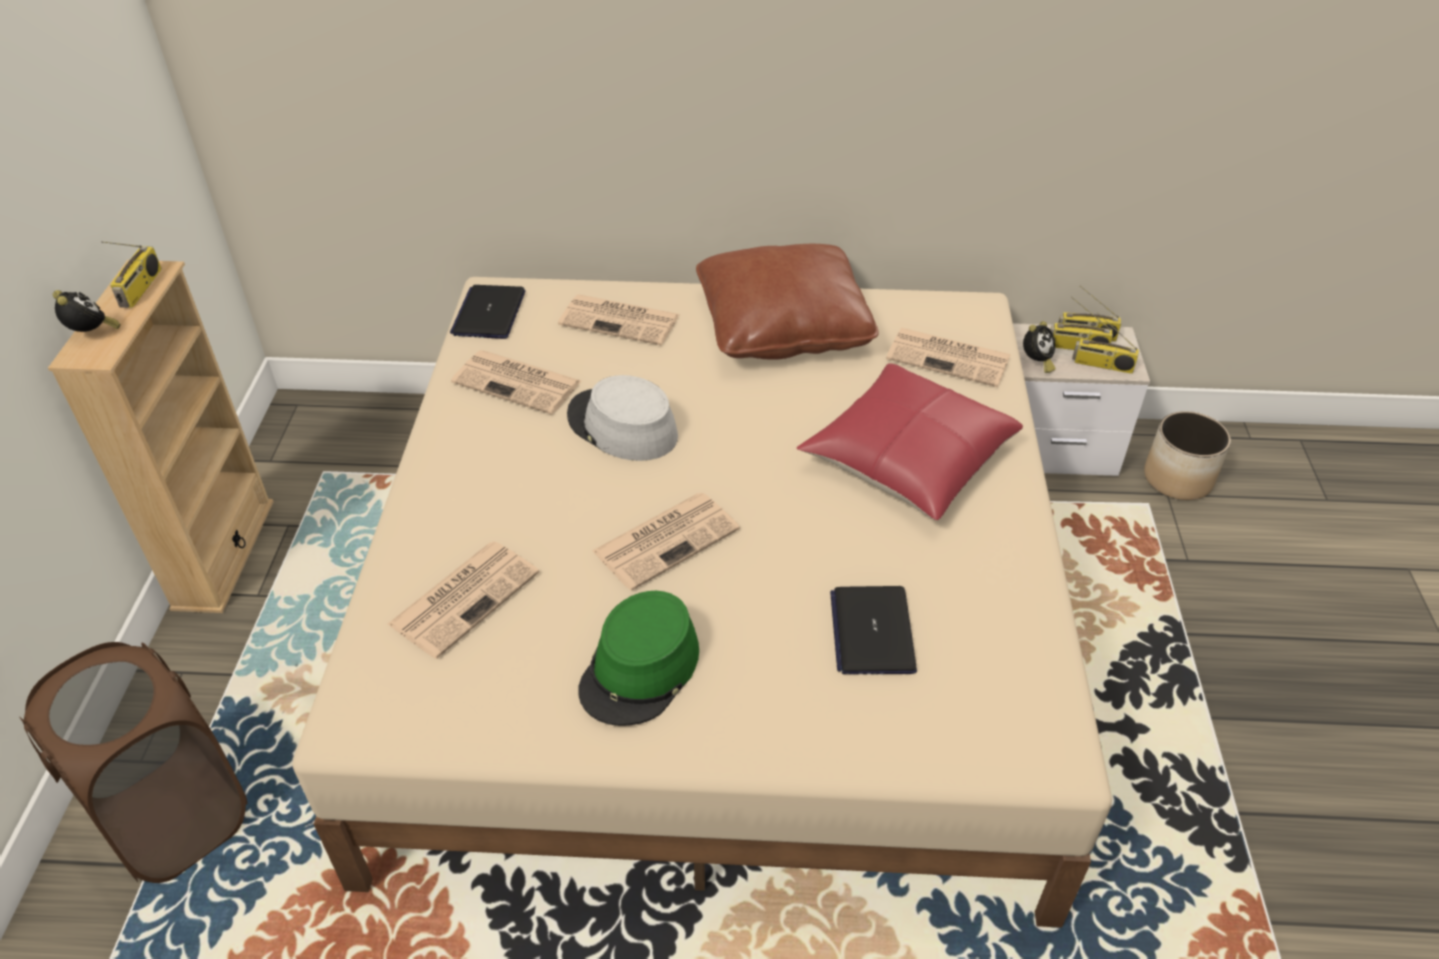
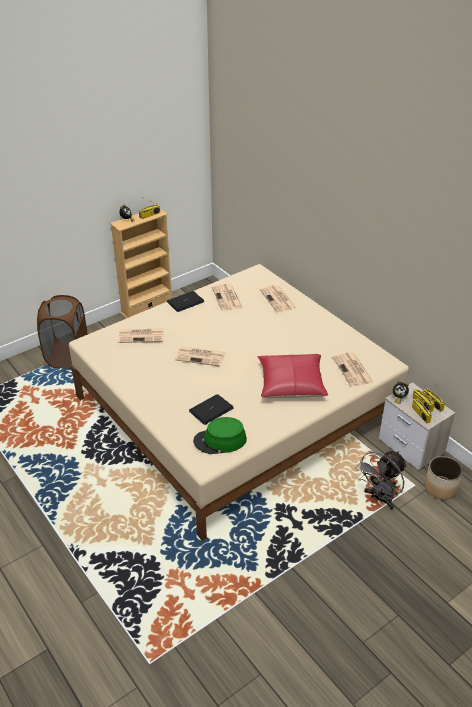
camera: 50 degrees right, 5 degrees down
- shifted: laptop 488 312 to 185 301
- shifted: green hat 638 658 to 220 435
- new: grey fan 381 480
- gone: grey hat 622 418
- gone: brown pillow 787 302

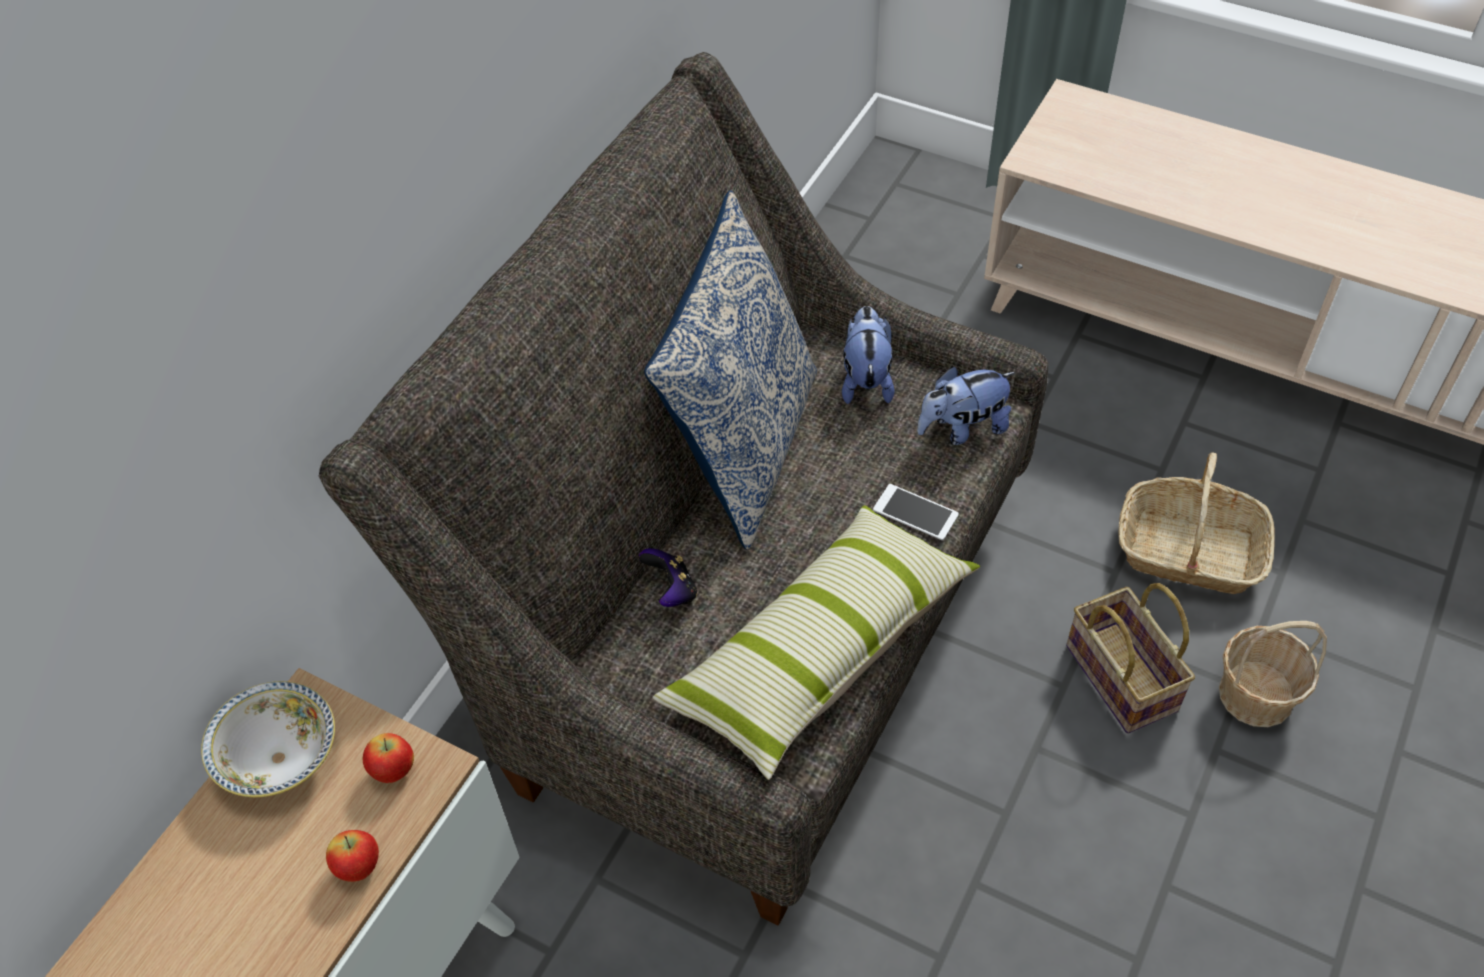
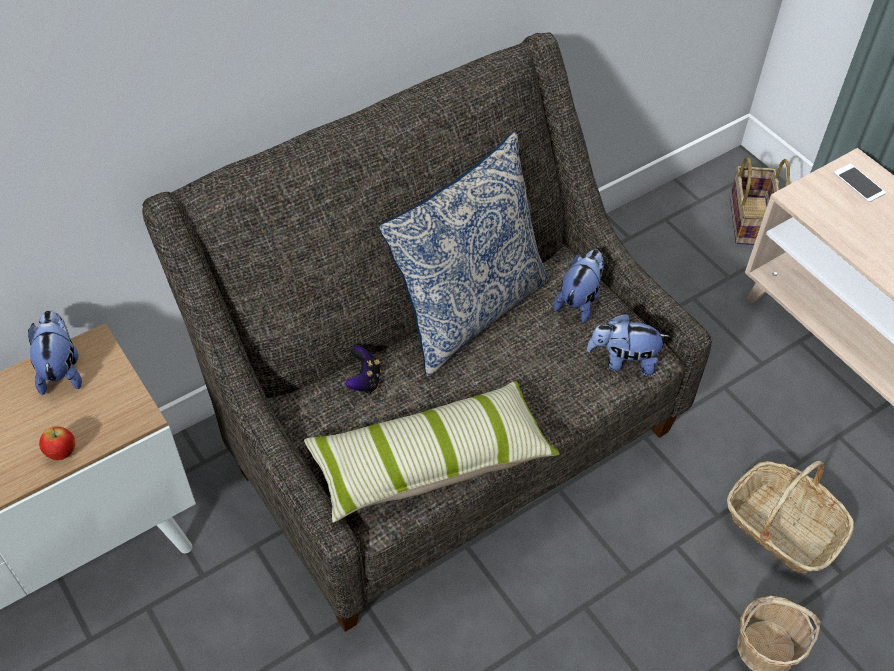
camera: 25 degrees right, 0 degrees up
- swapped: bowl 268 739 to plush toy 55 352
- shifted: basket 1130 658 to 760 201
- shifted: phone 916 512 to 860 183
- gone: apple 388 758

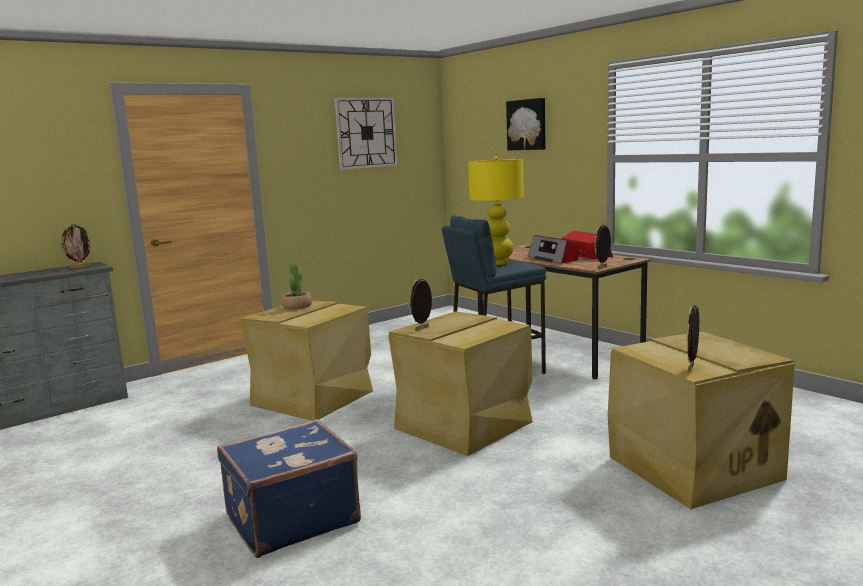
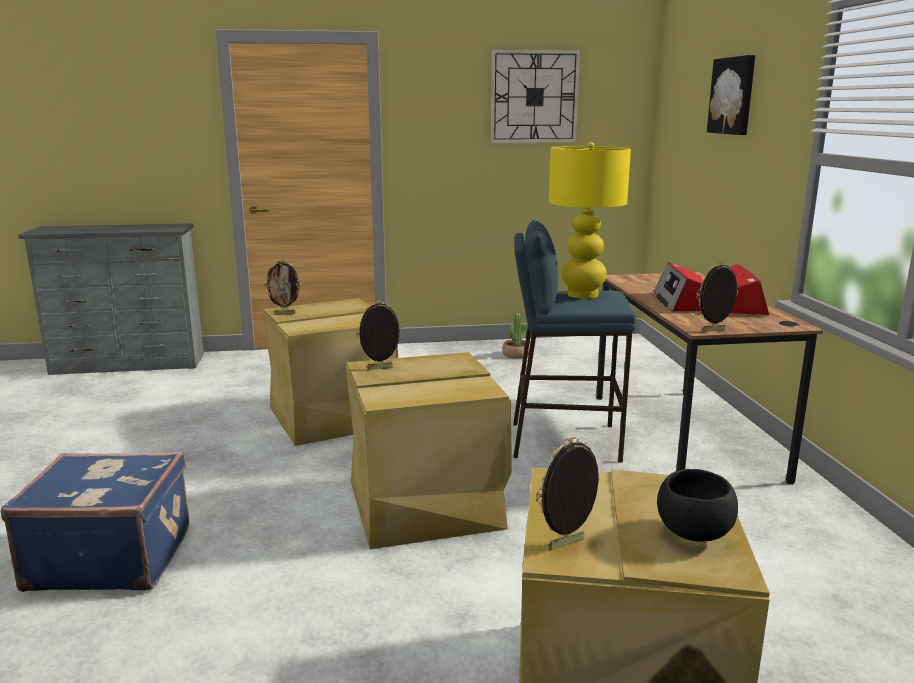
camera: 30 degrees right, 5 degrees up
- shifted: picture frame 76 246 to 283 287
- shifted: potted plant 296 285 to 516 336
- new: black bowl 697 505

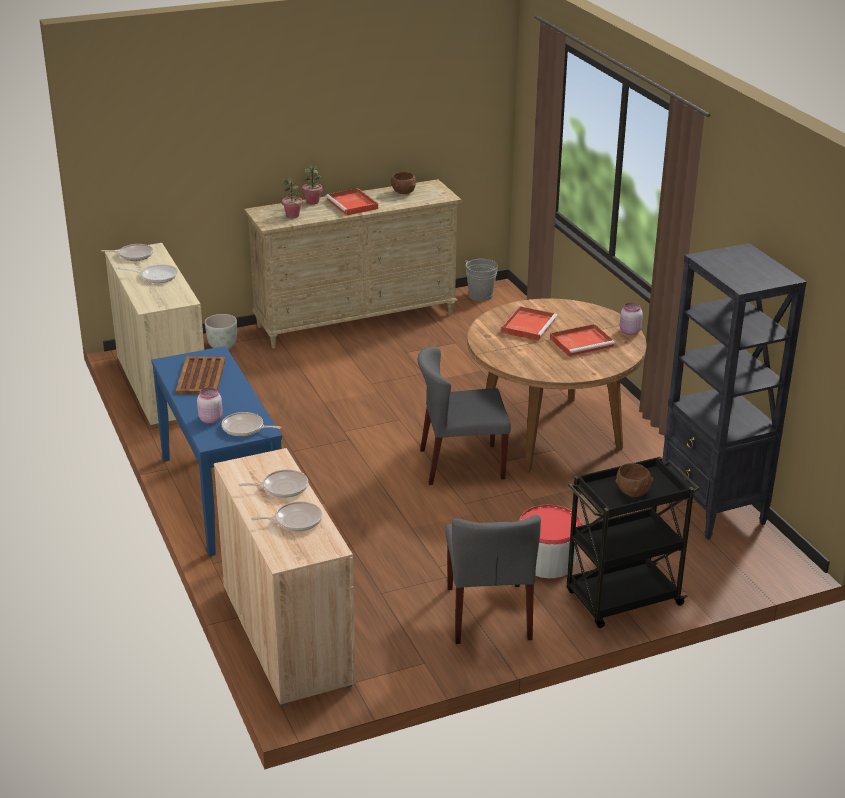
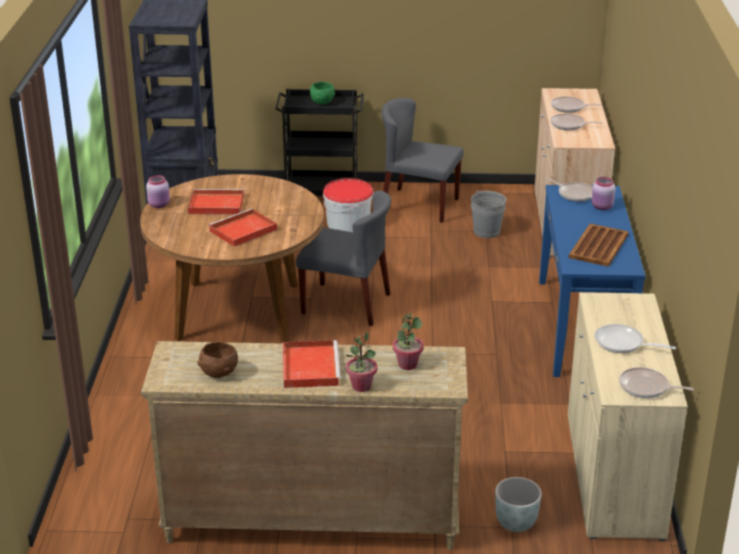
camera: 155 degrees left, 0 degrees up
- repainted: brown bowl 634 480 to green bowl 322 93
- rotated: grey chair 493 579 = 423 160 90 degrees counterclockwise
- shifted: grey bucket 481 280 to 488 214

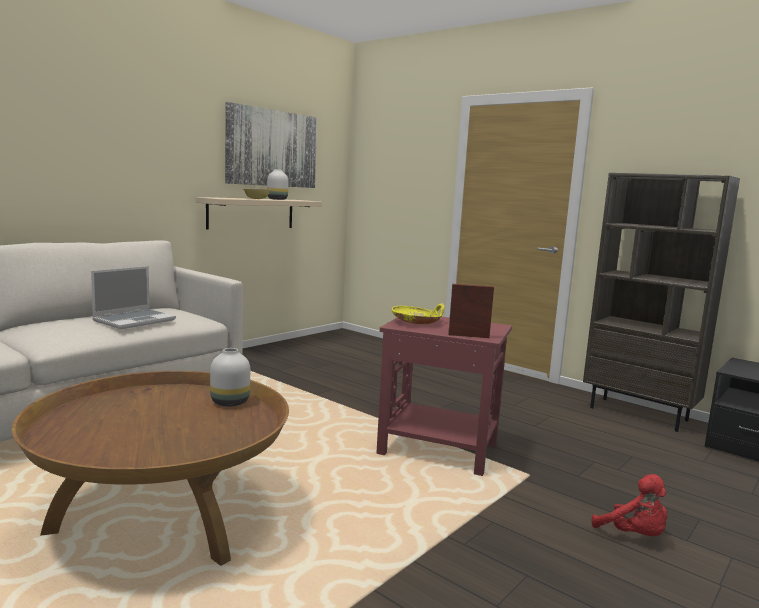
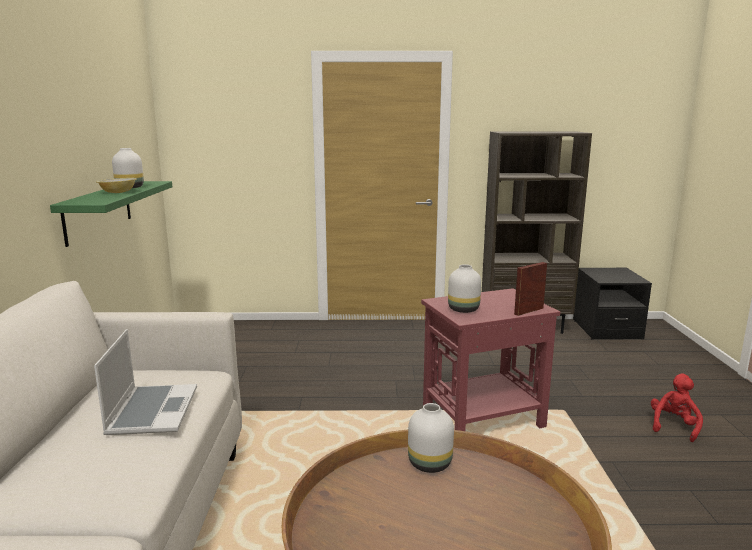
camera: 40 degrees left, 5 degrees up
- repainted: beige shelf 258 213 to green shelf 111 214
- swapped: yellow bowl 418 314 to white vase 464 288
- rotated: red plush toy 629 505 = 677 407 75 degrees counterclockwise
- gone: picture 271 145

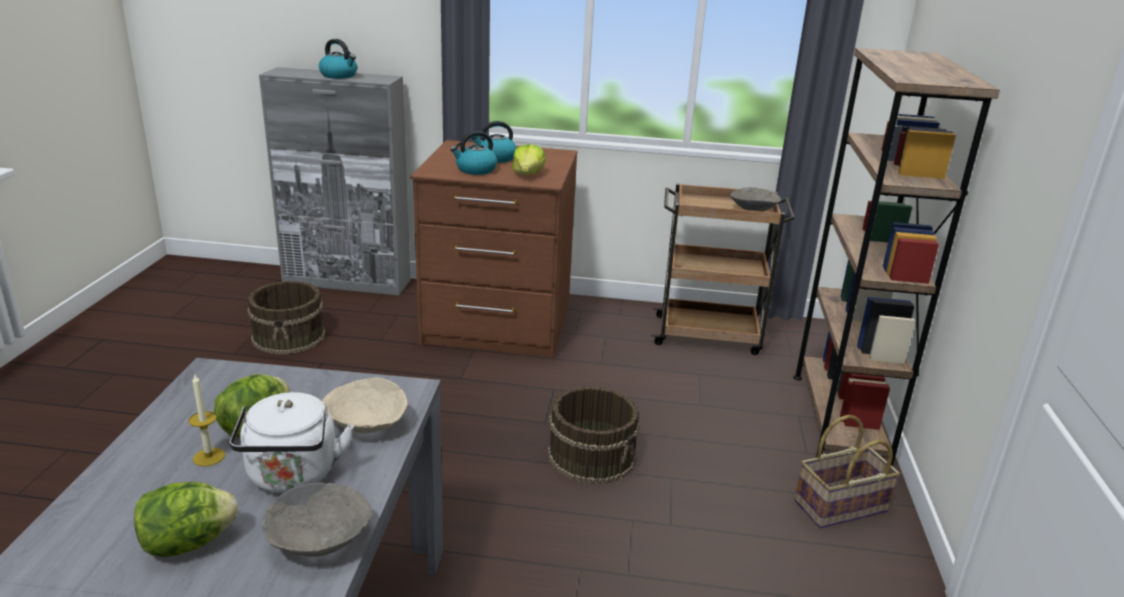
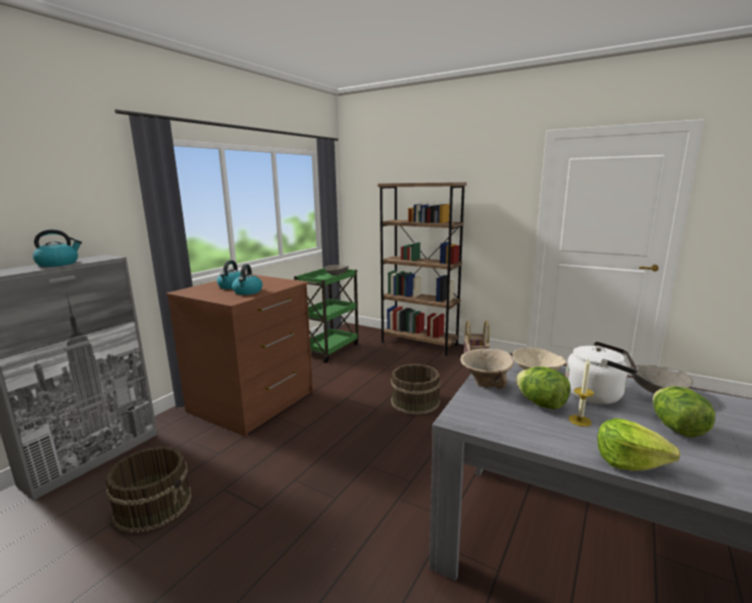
camera: 65 degrees left, 10 degrees down
- repainted: brown cart 723 269 to green cart 326 315
- new: beige bowl 487 369
- shifted: lettuce 529 159 to 638 444

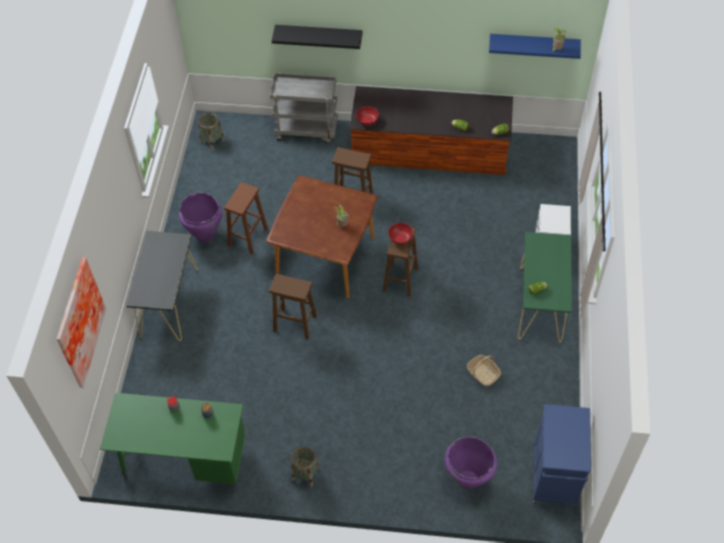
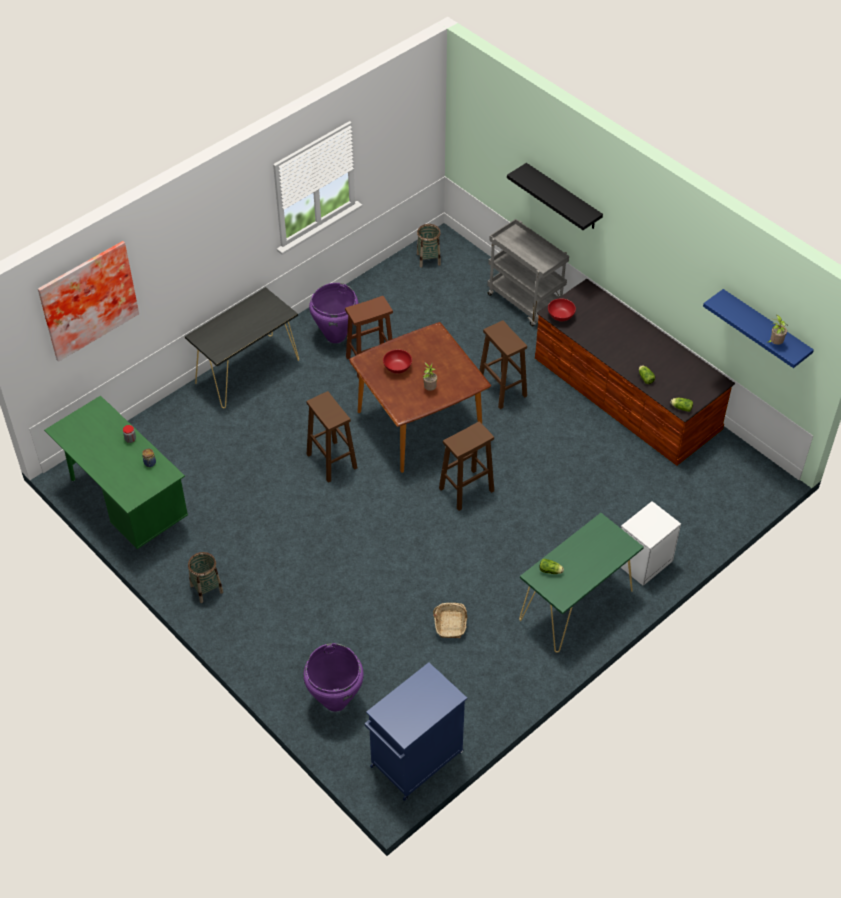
camera: 40 degrees right, 5 degrees down
- shifted: red bowl 400 233 to 397 361

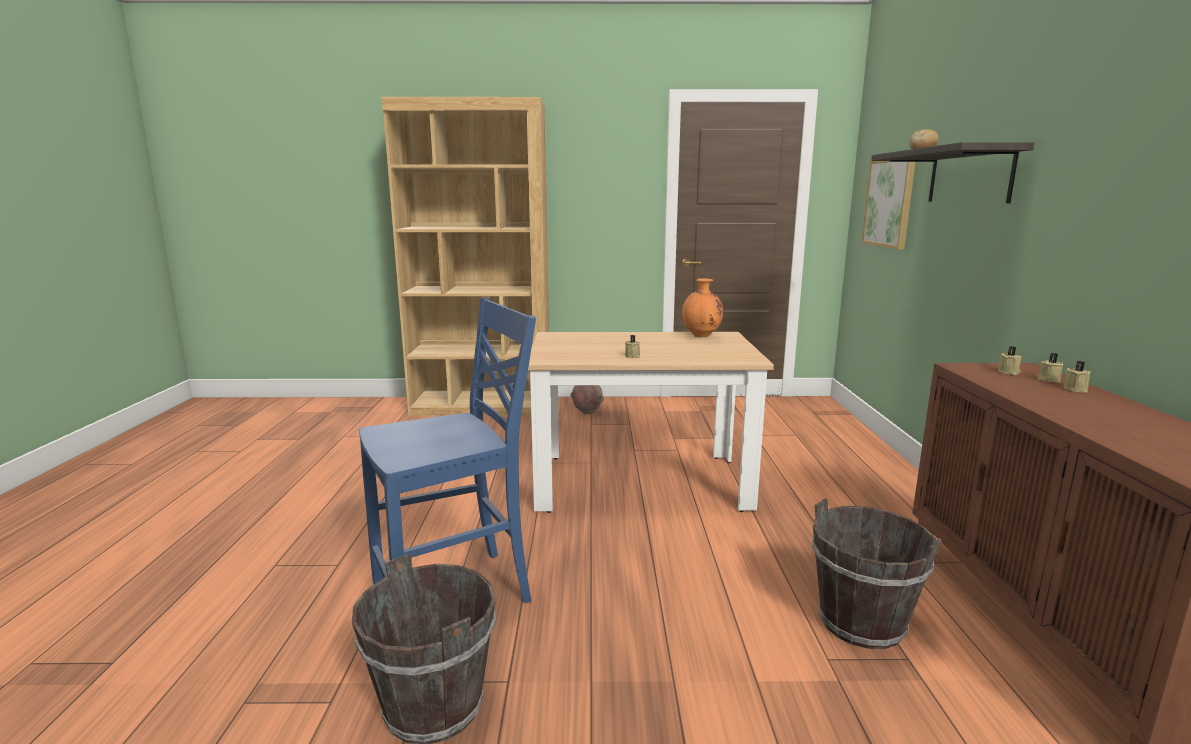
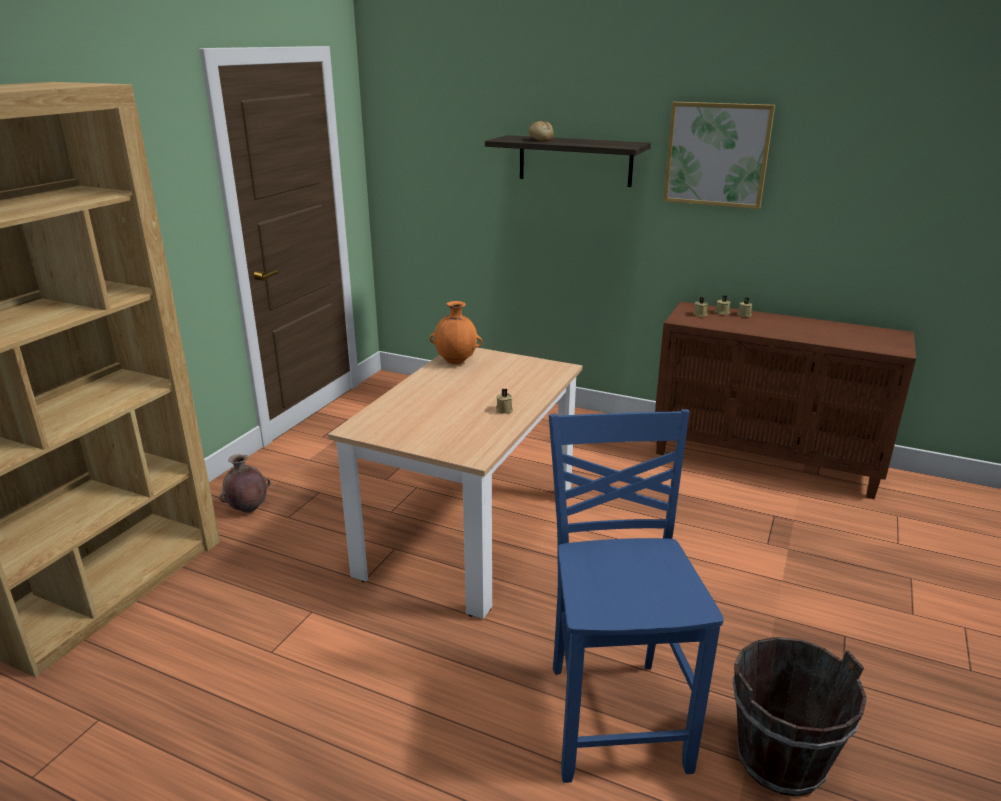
camera: 65 degrees left, 10 degrees up
- shifted: picture 888 205 to 719 155
- gone: brown bucket 877 573

